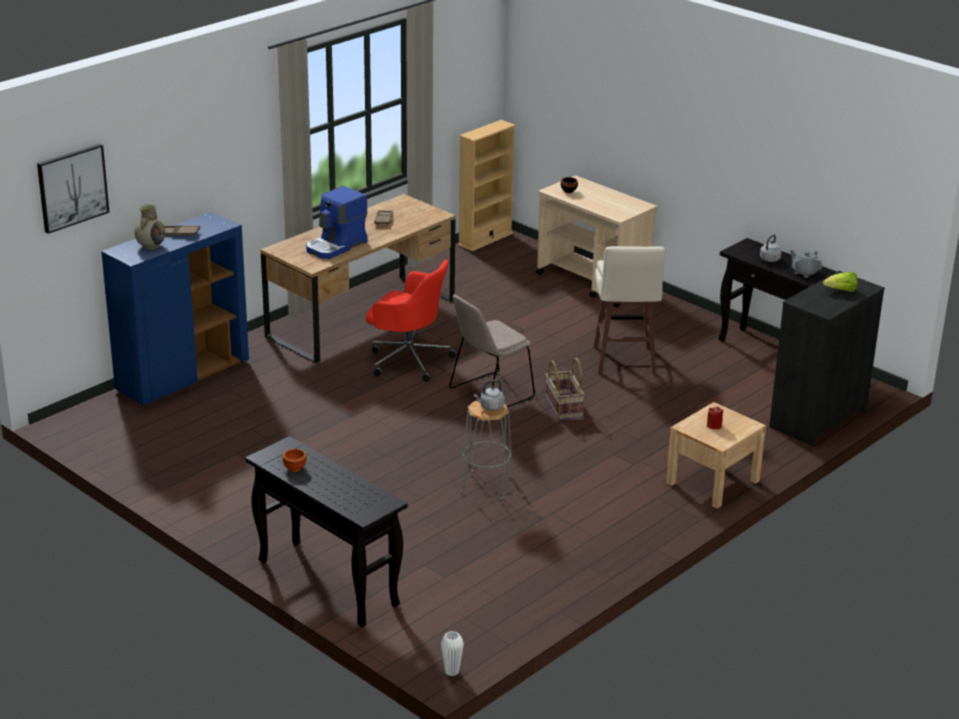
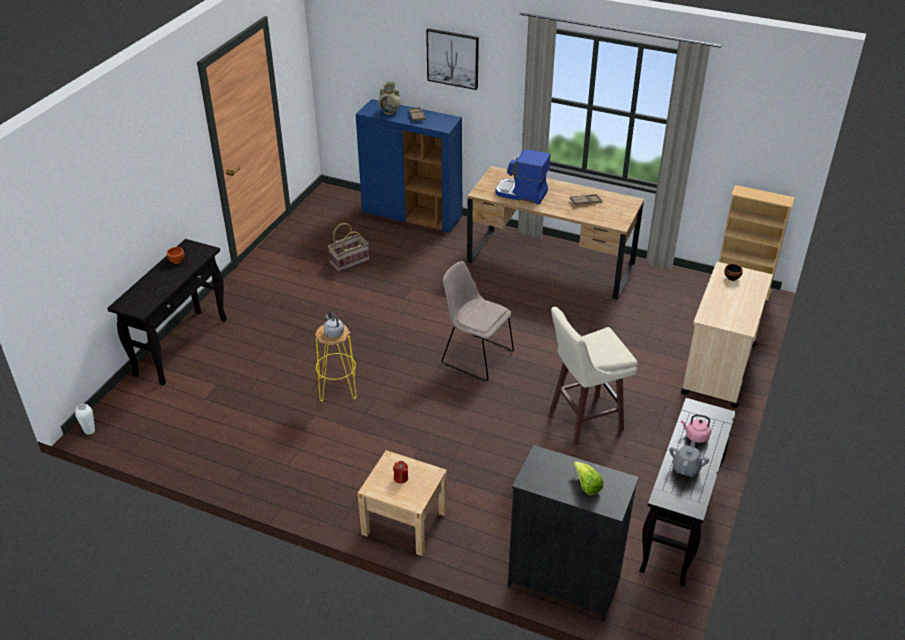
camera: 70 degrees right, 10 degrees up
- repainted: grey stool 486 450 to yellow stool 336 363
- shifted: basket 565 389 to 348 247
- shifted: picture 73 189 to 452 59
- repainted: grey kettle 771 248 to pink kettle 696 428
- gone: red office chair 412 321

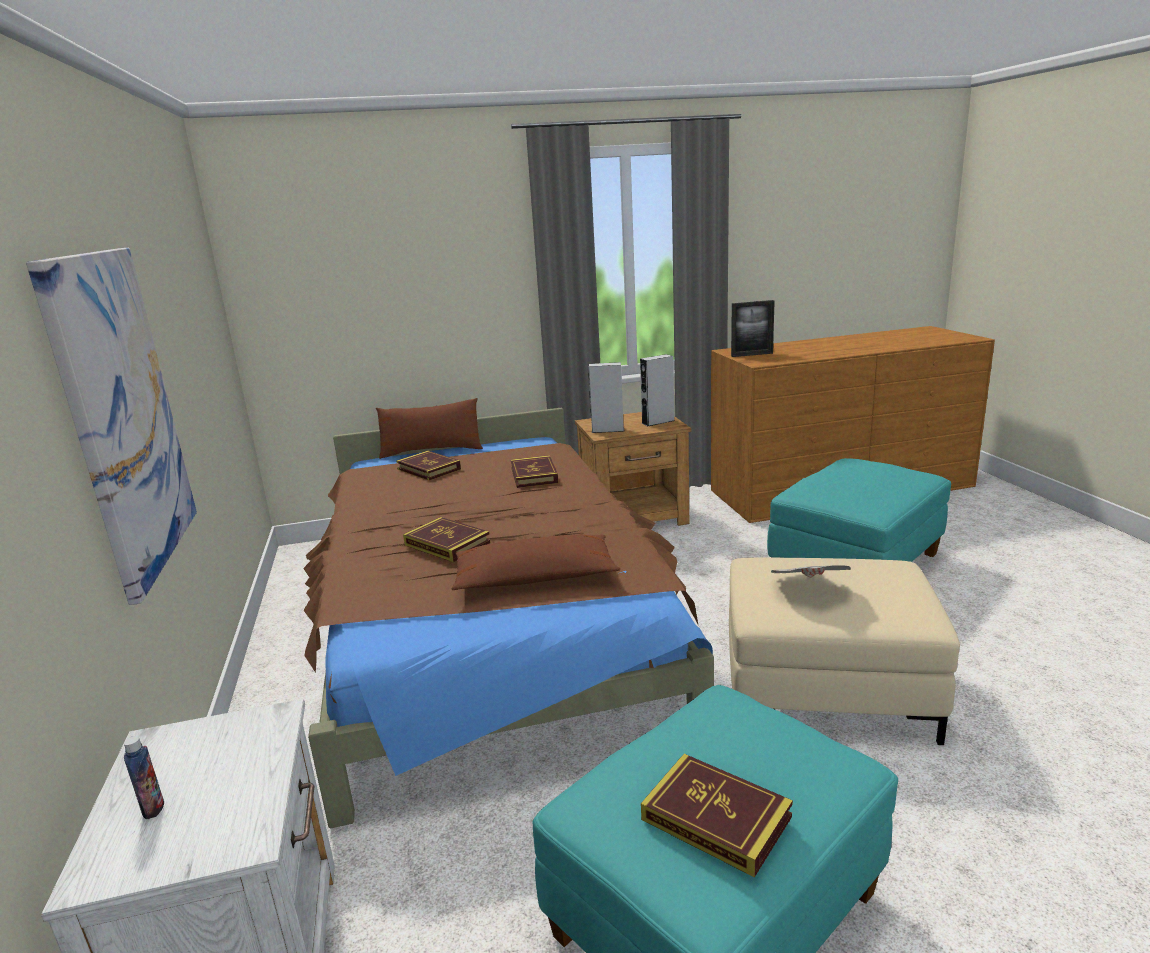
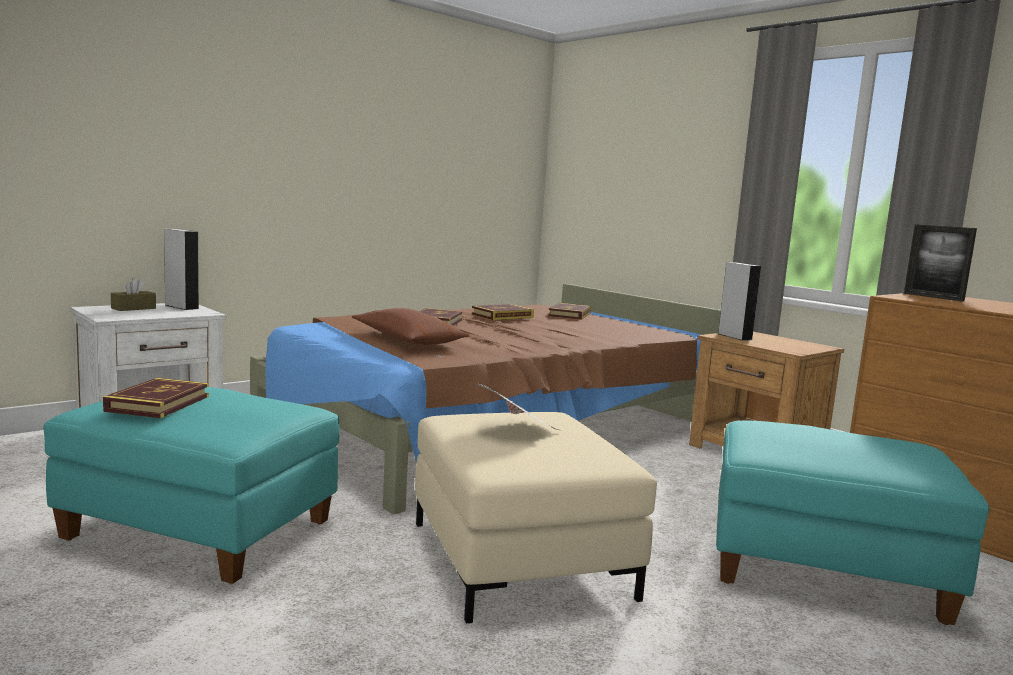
camera: 60 degrees right, 10 degrees down
- swapped: bottle 144 777 to brown tissue box 133 294
- shifted: grey speaker 657 390 to 181 269
- shifted: book 534 471 to 503 312
- gone: picture 111 426
- gone: brown pillow 429 428

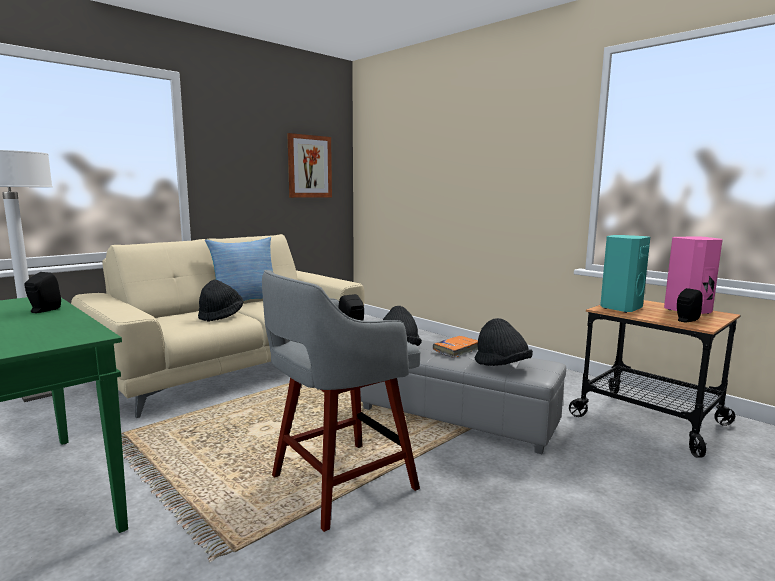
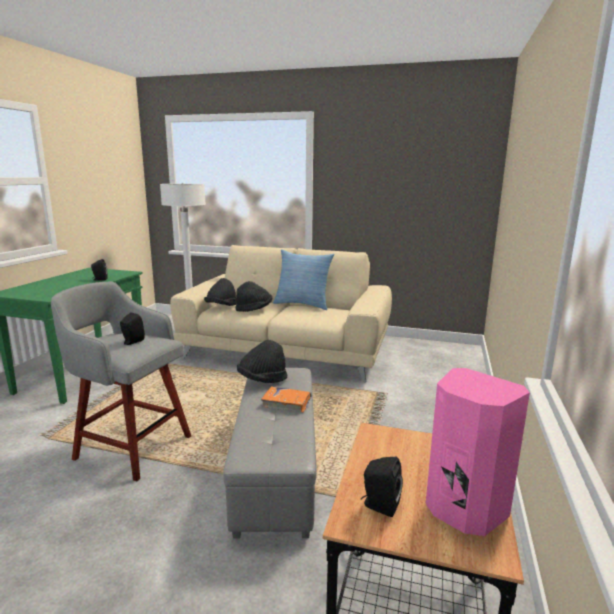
camera: 60 degrees right, 5 degrees up
- shifted: black hat 504 342 to 220 292
- gone: picture 309 165
- gone: turquoise speaker 625 274

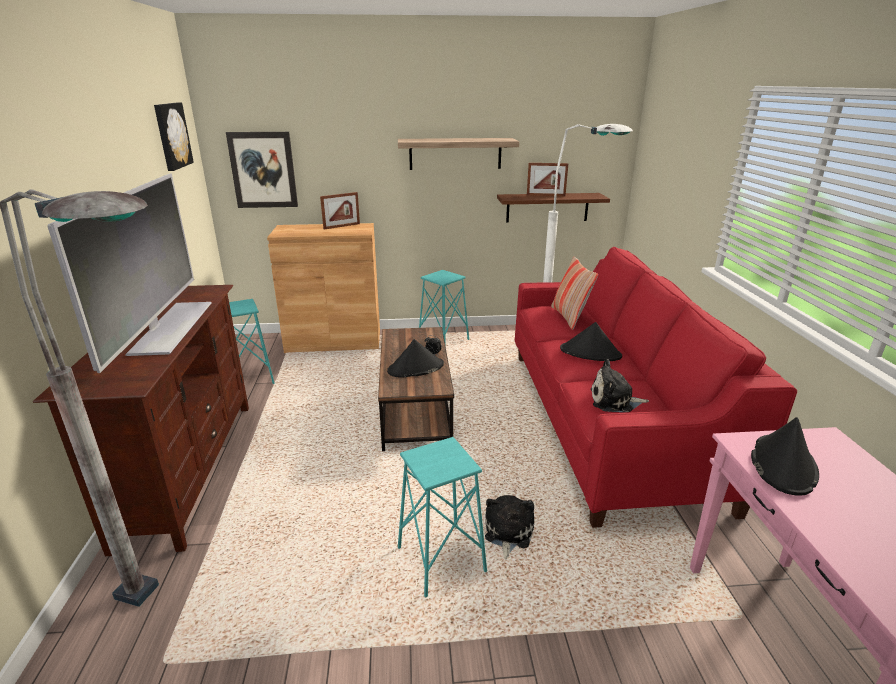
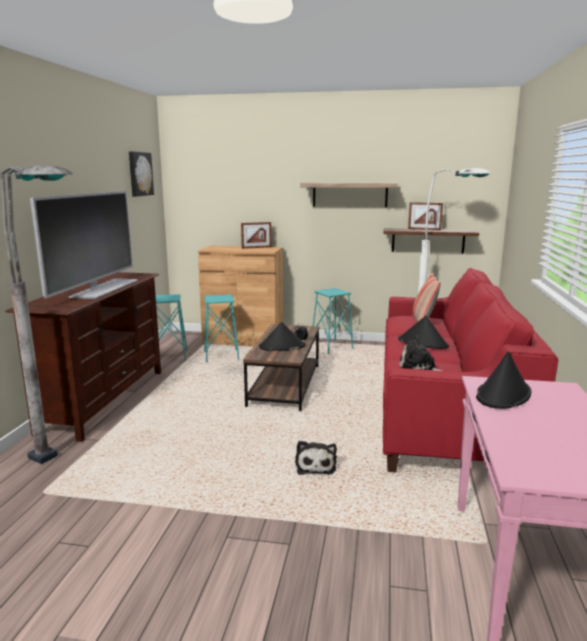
camera: 15 degrees right, 10 degrees down
- shifted: turquoise stool 442 517 to 221 328
- rotated: plush toy 509 527 = 316 458 150 degrees clockwise
- gone: picture 262 170

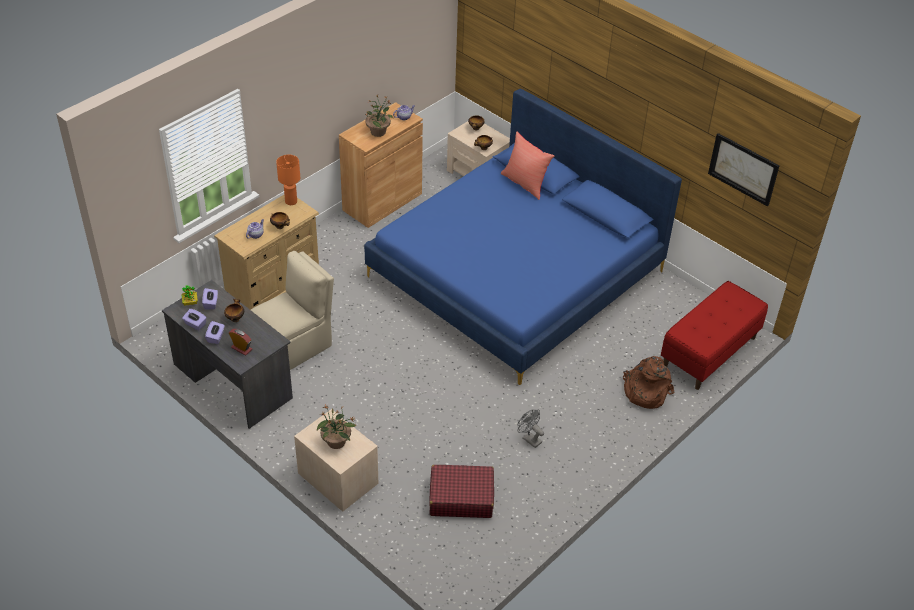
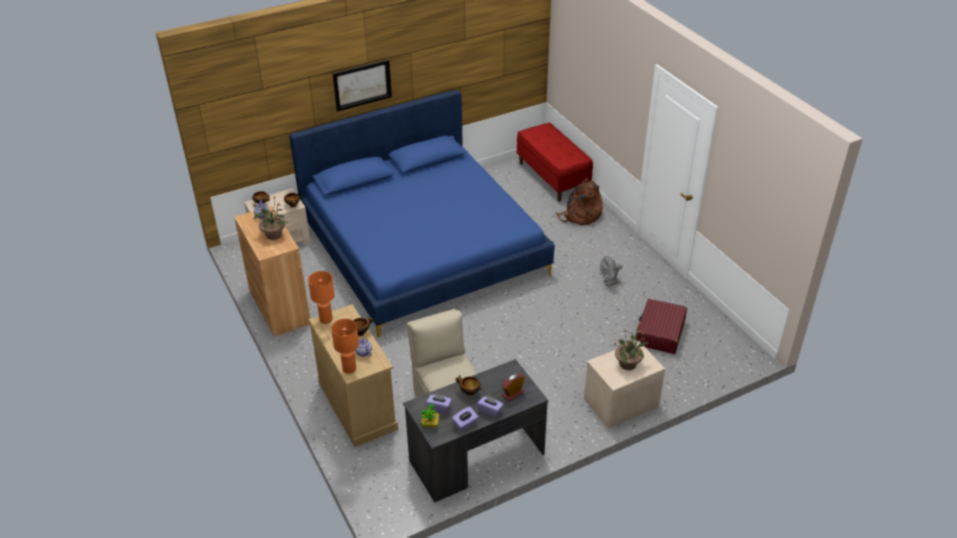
camera: 70 degrees left, 5 degrees down
- new: orange table lamp 345 346
- shifted: picture 744 169 to 362 85
- gone: red pillow 527 166

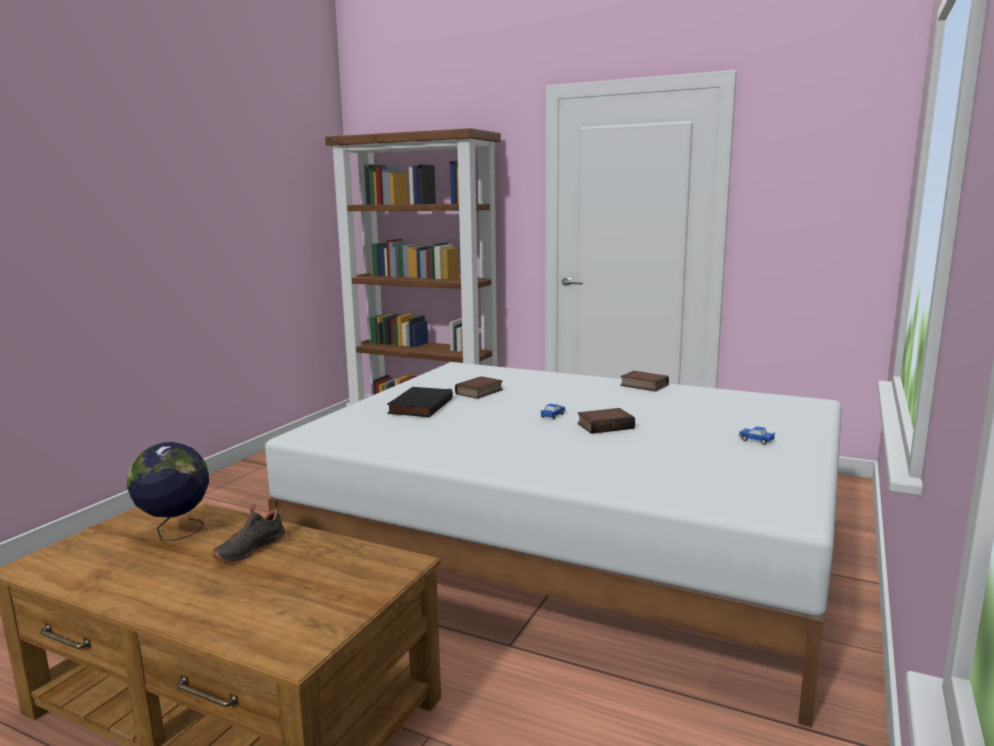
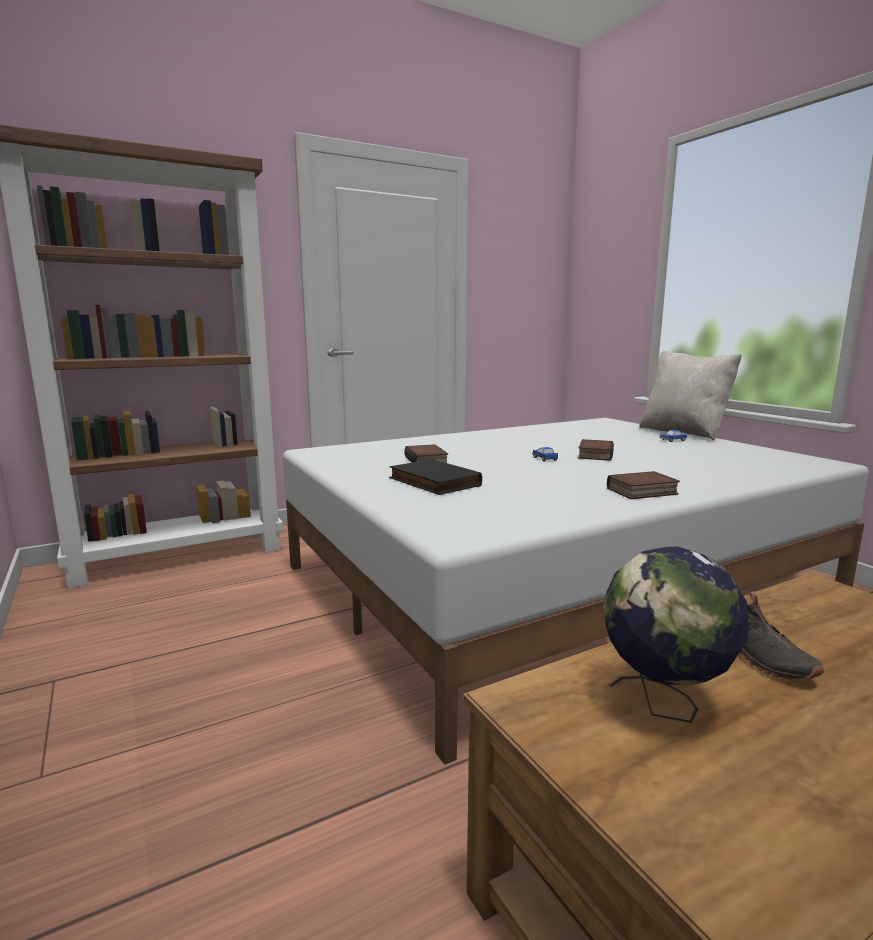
camera: 55 degrees left, 0 degrees up
- shifted: book 644 381 to 643 485
- new: beige pillow 690 395

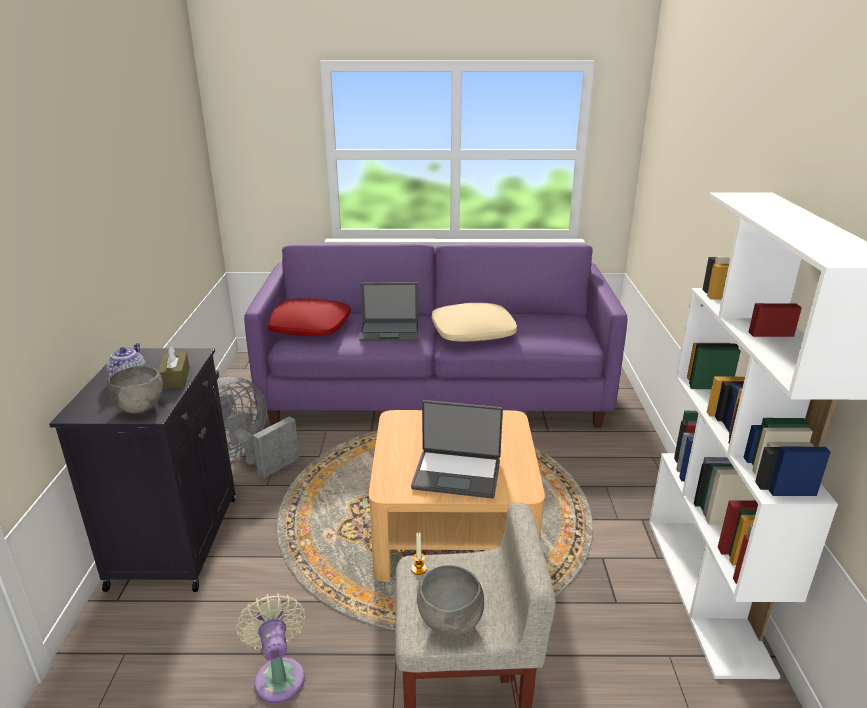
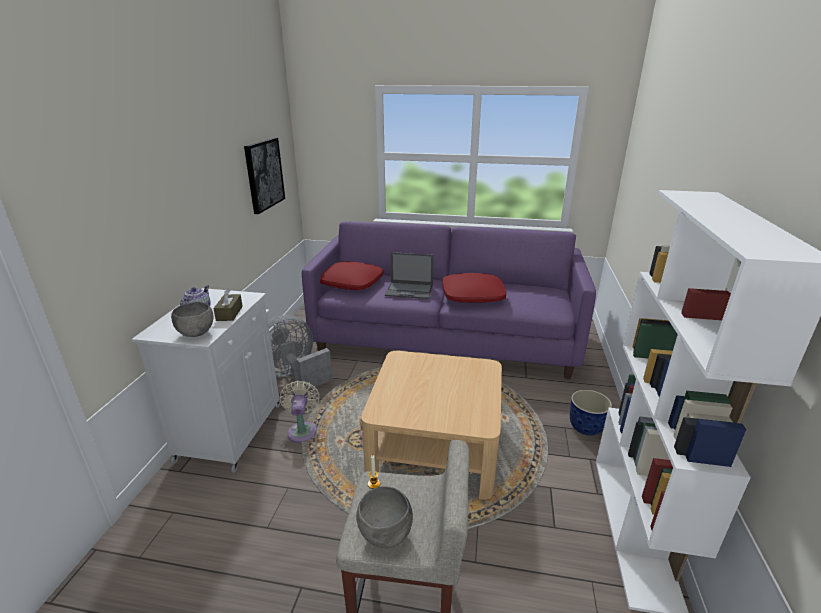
camera: 10 degrees right, 0 degrees up
- repainted: black cabinet 142 470 to white cabinet 206 380
- new: picture 264 176
- shifted: beige fan 270 648 to 300 412
- repainted: beige pillow 474 322 to red pillow 474 288
- new: planter 591 412
- gone: laptop 457 449

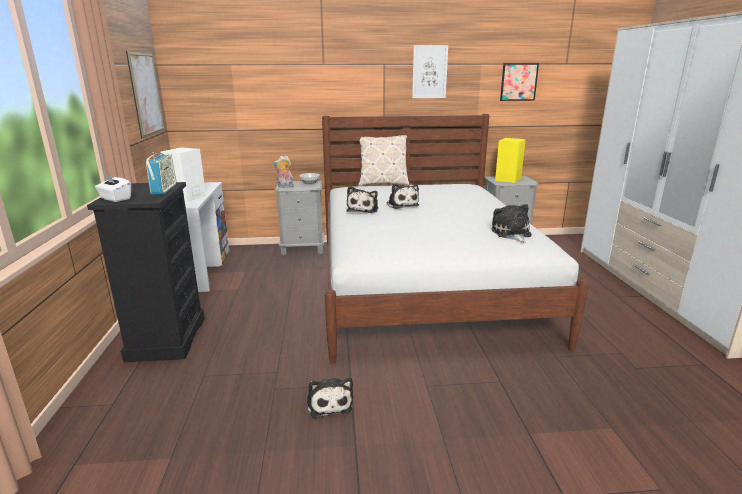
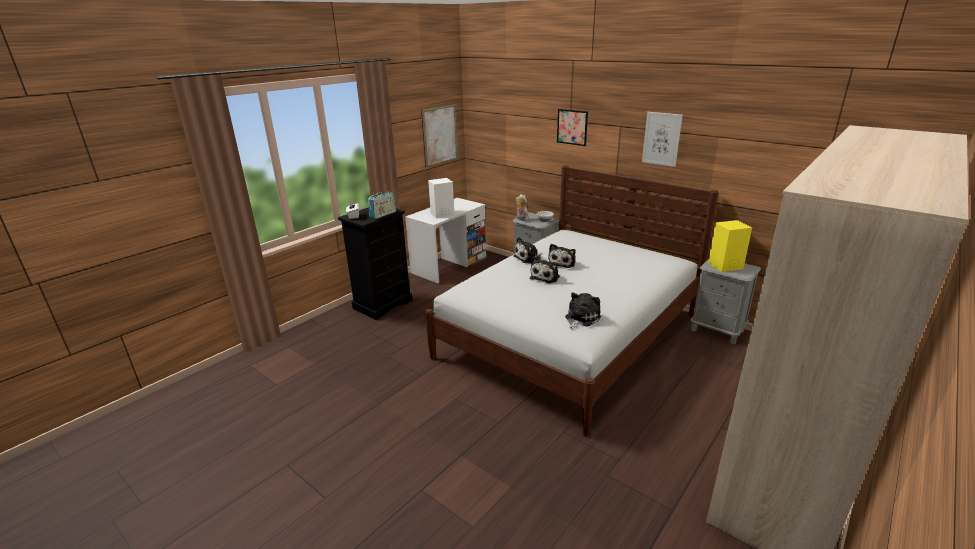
camera: 45 degrees right, 5 degrees up
- shifted: plush toy 330 398 to 545 270
- shifted: picture 519 82 to 572 127
- gone: pillow 383 160

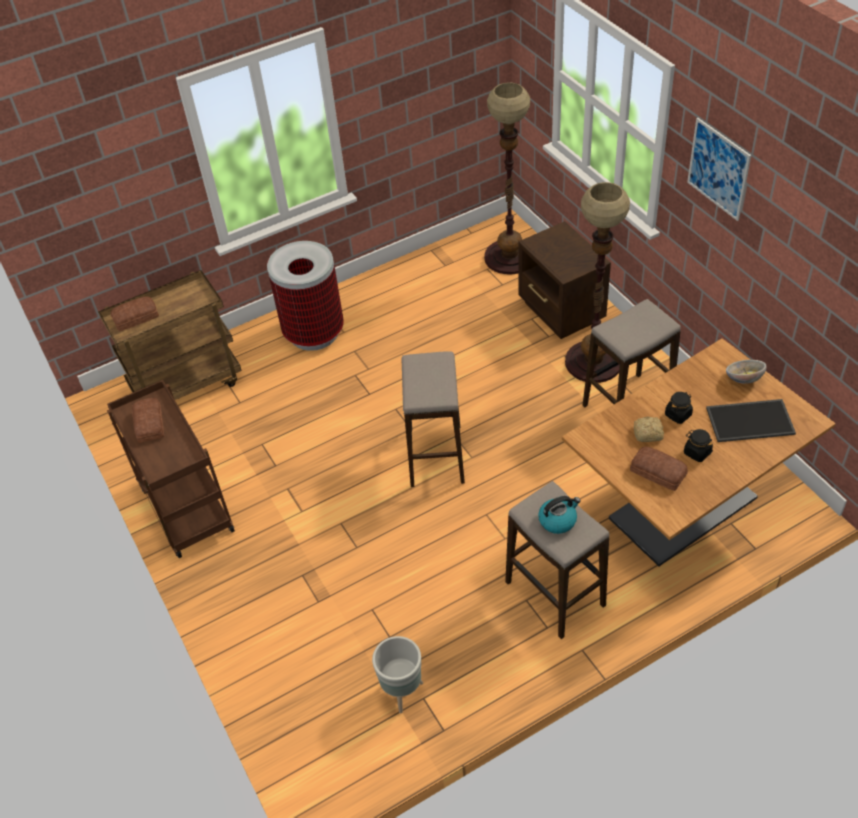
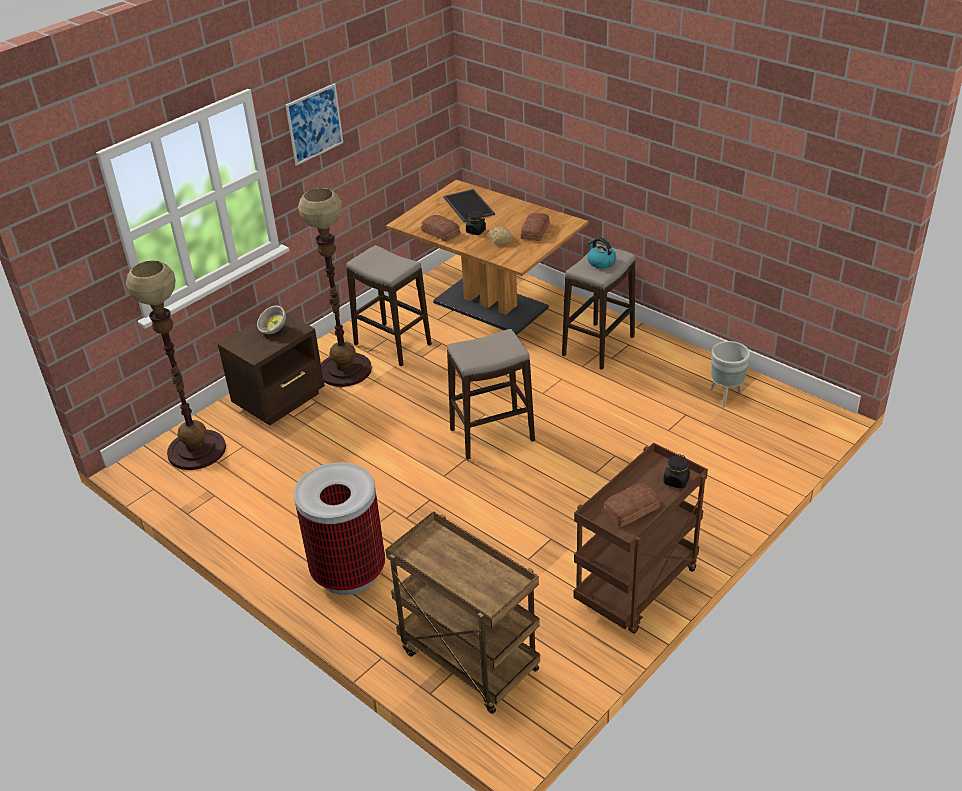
camera: 110 degrees left, 10 degrees down
- shifted: bowl 746 372 to 271 320
- shifted: bread 135 314 to 440 228
- shifted: black jar 698 445 to 676 471

